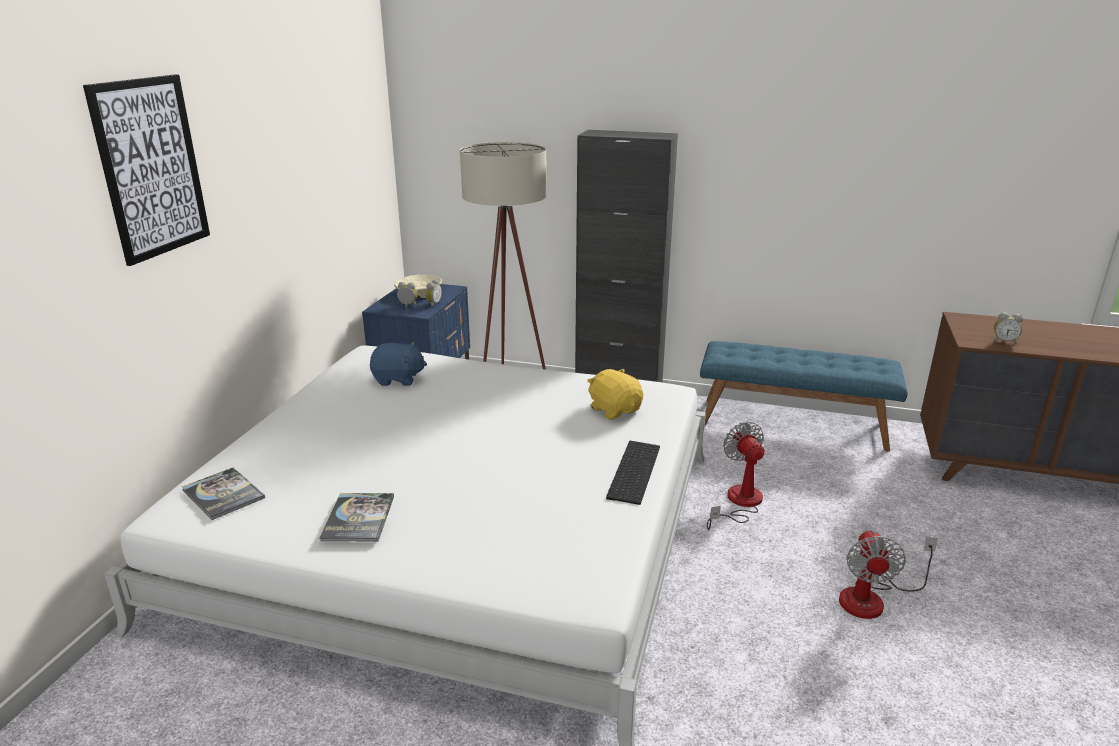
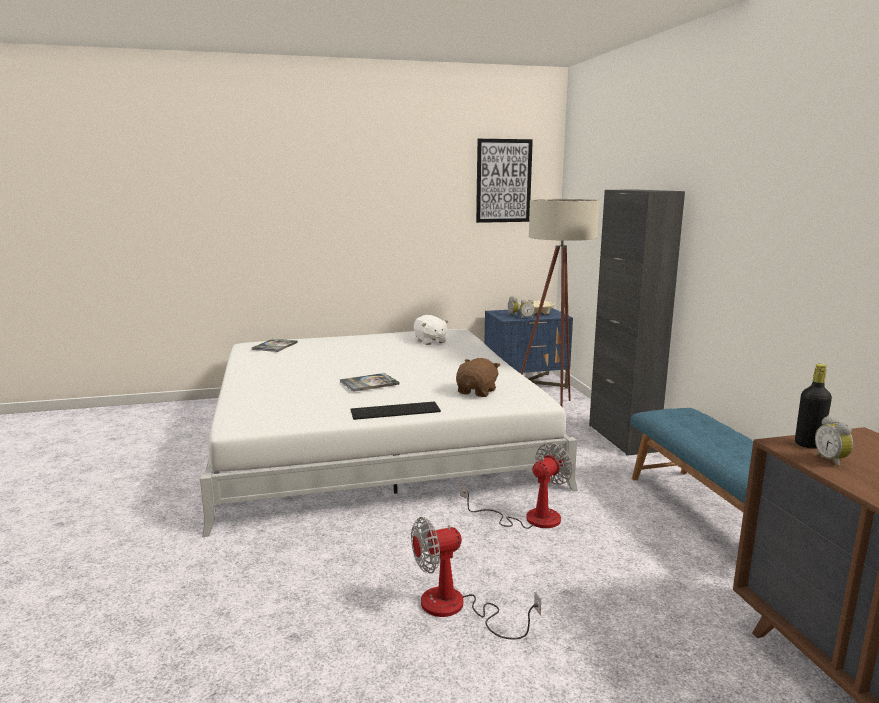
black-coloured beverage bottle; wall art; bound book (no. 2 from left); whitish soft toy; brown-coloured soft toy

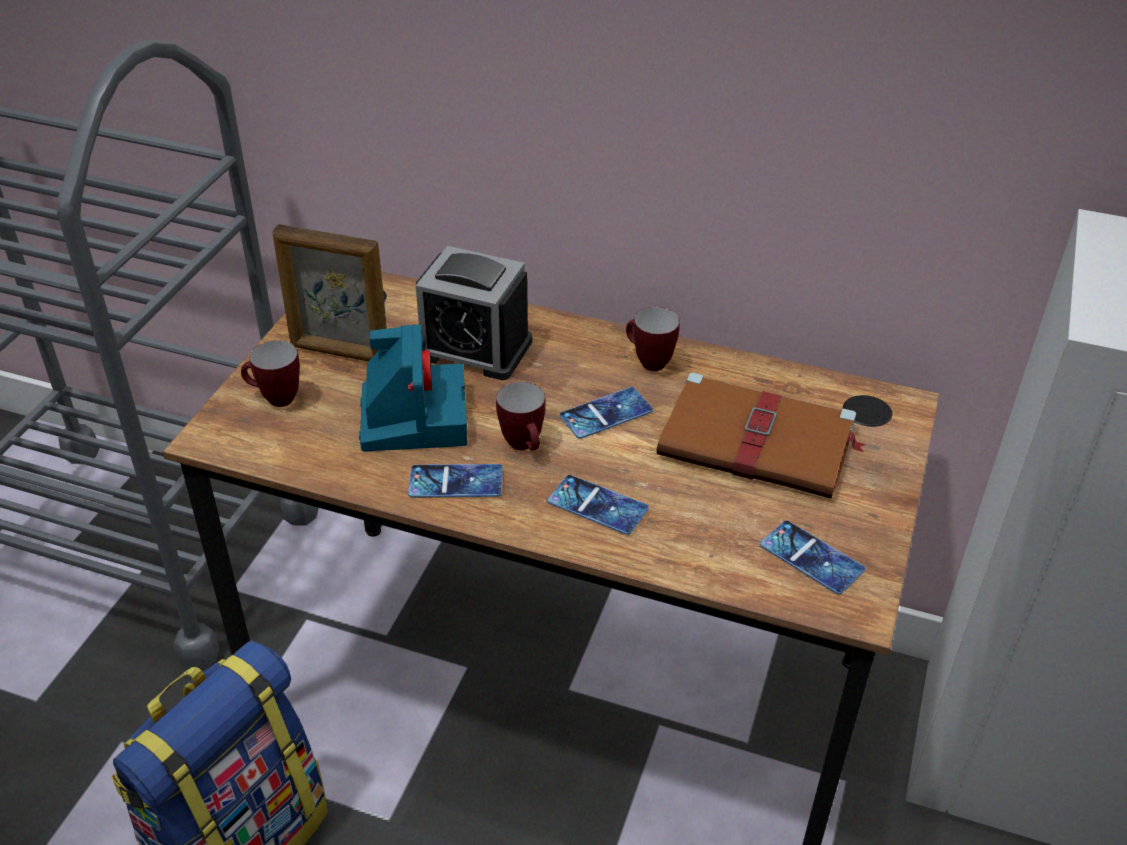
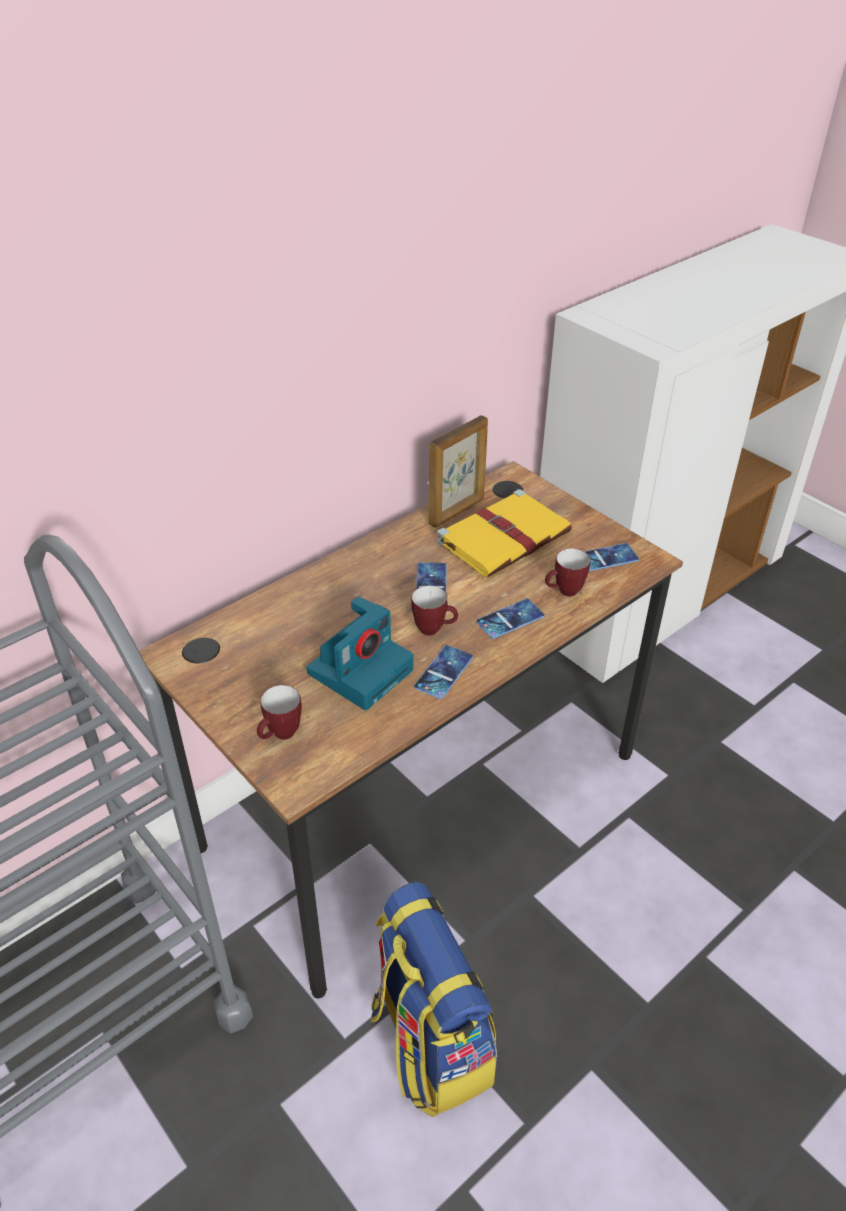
alarm clock; picture frame; tea mug (no. 3 from left); yellow-coloured bound book; still camera

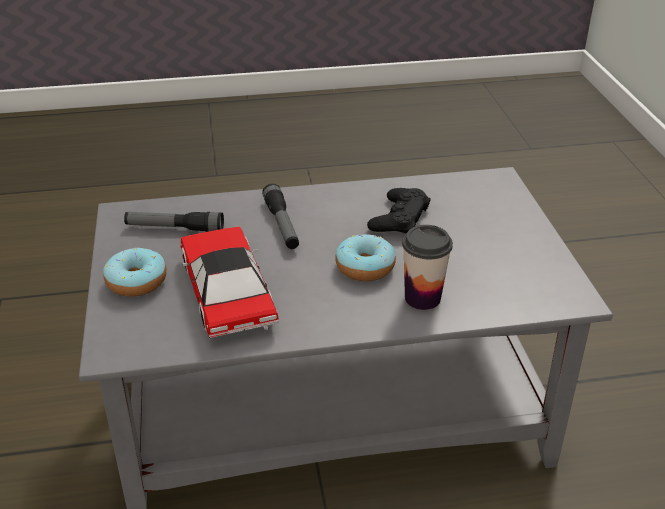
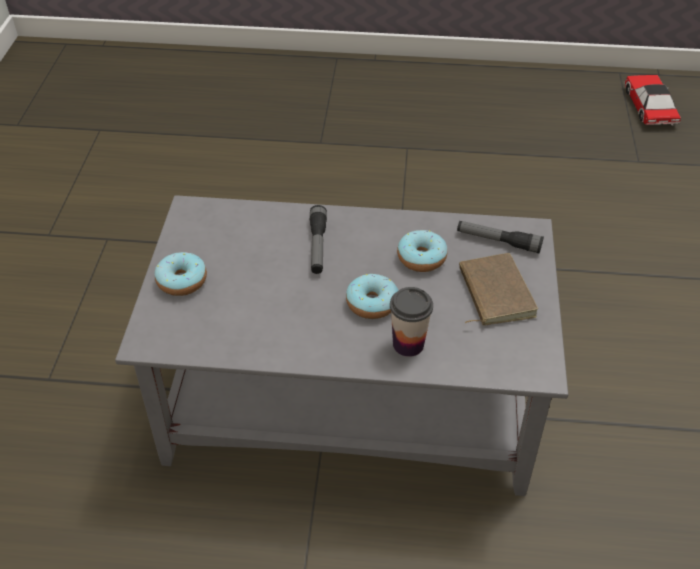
brown-coloured bound book; torch (no. 2 from left); model car; ring doughnut (no. 3 from left)

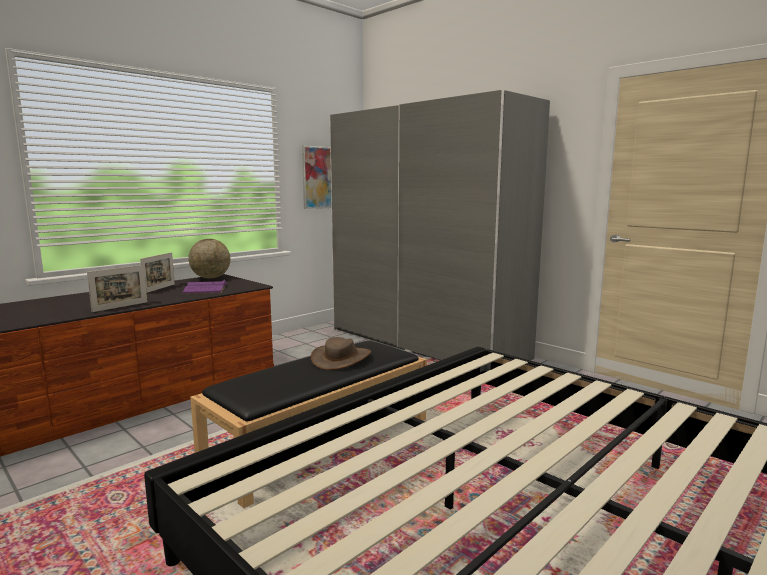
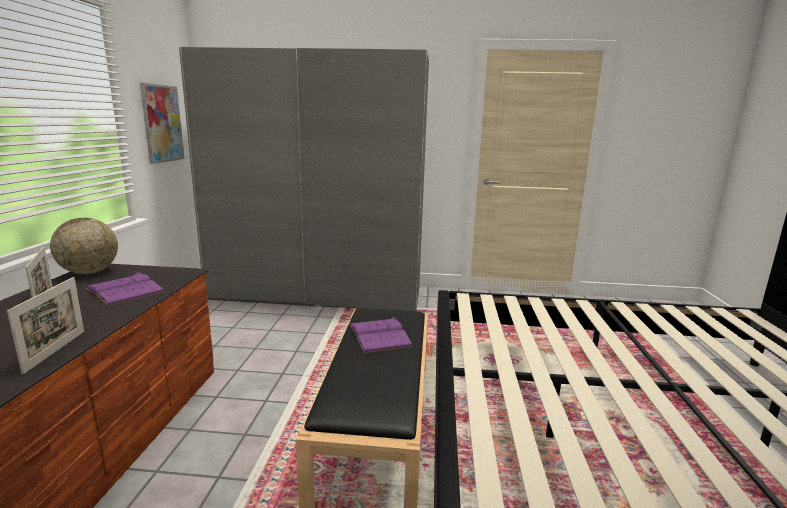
purple-coloured bound book (no. 2 from left)

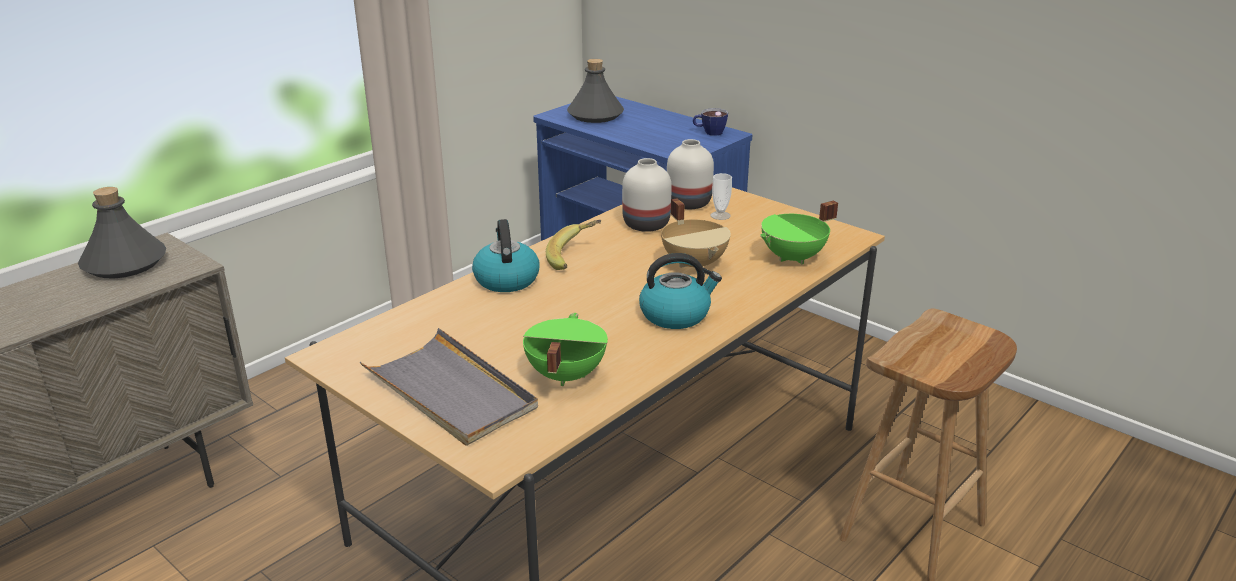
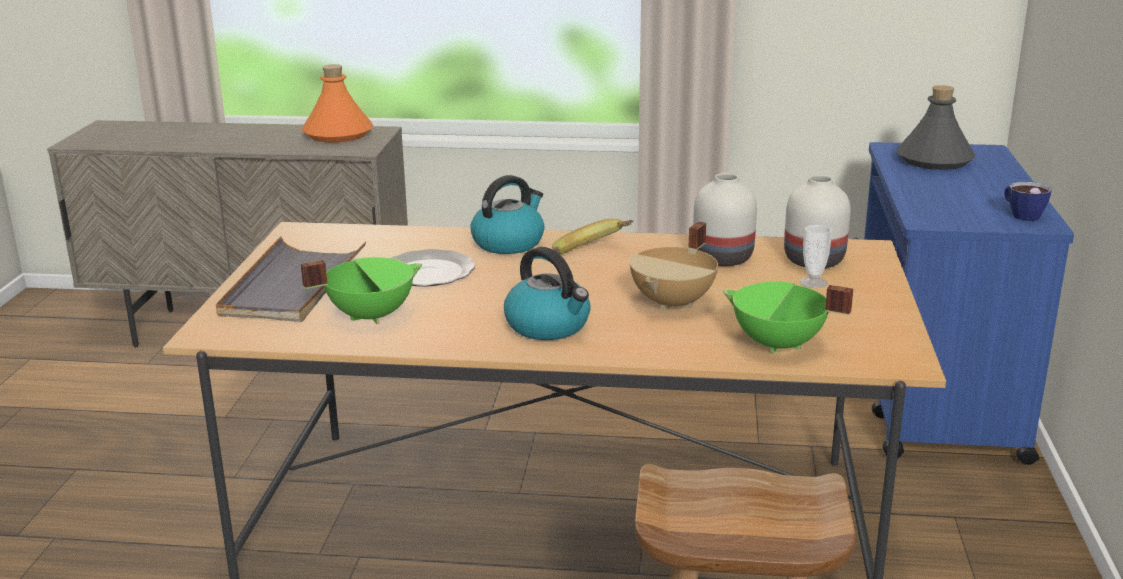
plate; orange-coloured beverage bottle

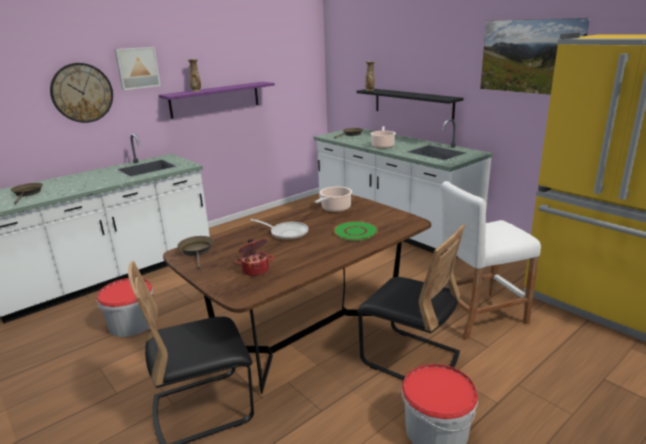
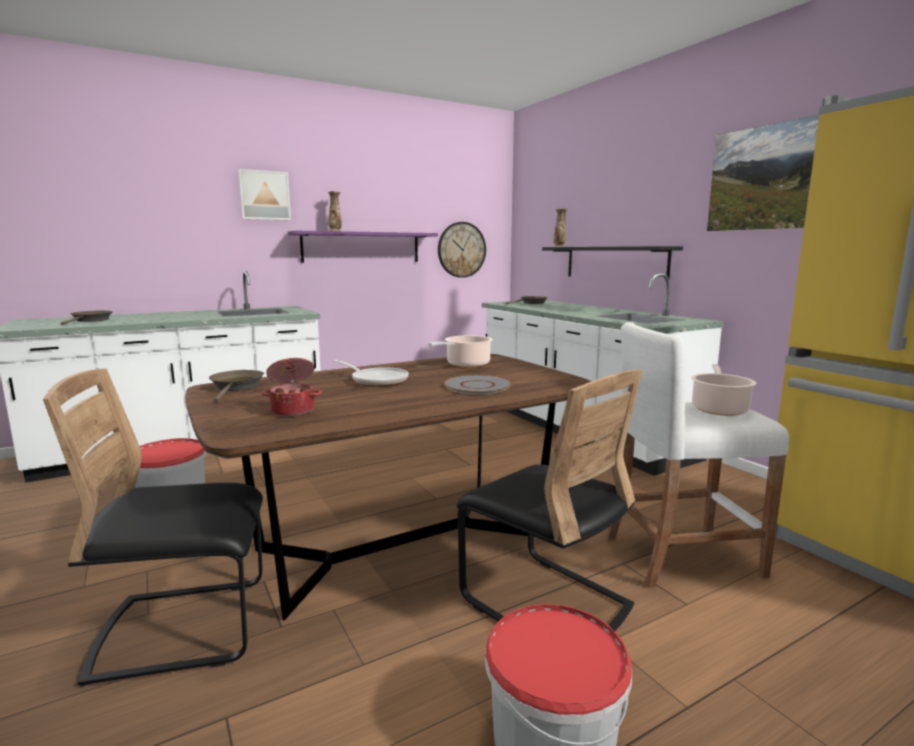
wall clock; cooking pot (no. 3 from left); greyish plate

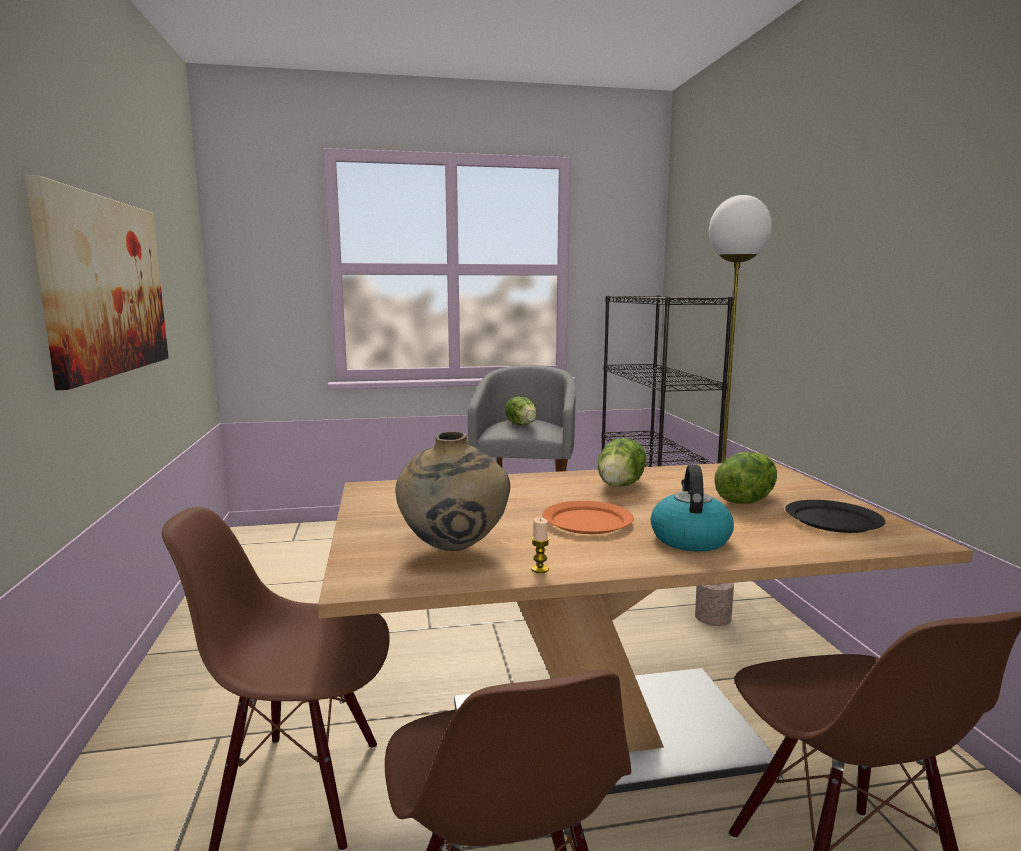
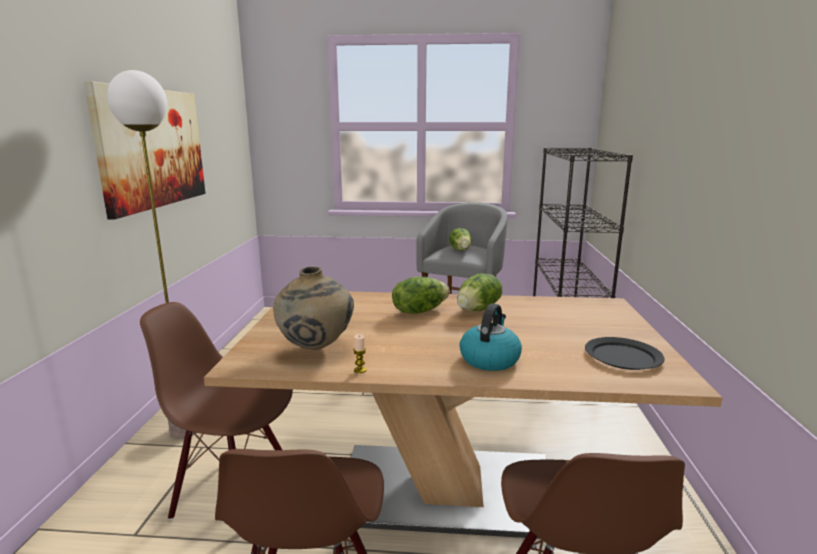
orange-coloured plate; standing lamp; lettuce head (no. 1 from left)

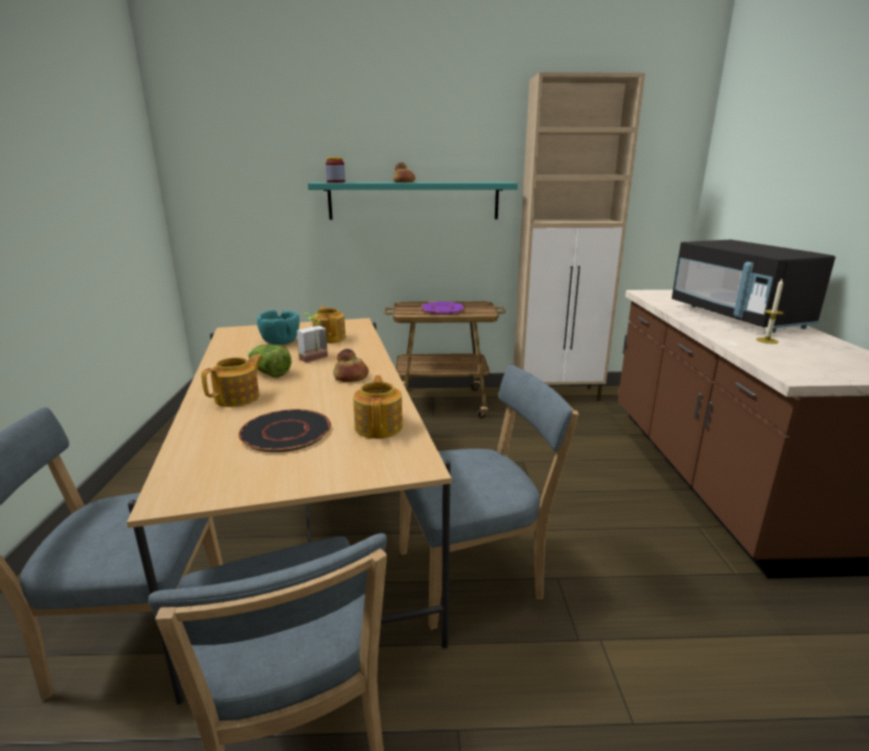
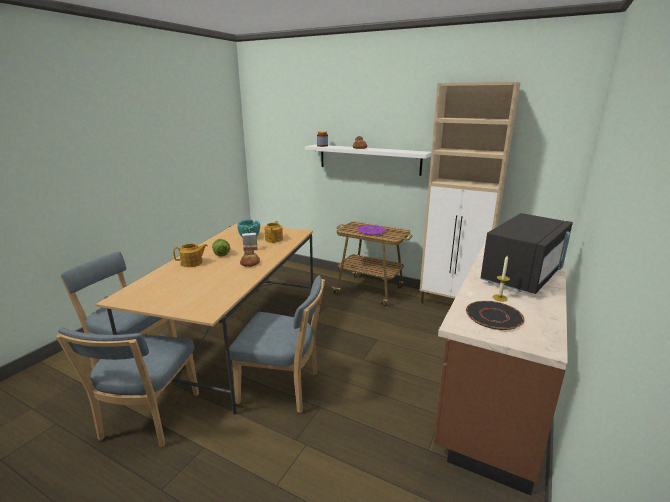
tea pot (no. 3 from left in the first image); black-coloured plate; whitish wall shelf; black-coloured kitchen microwave

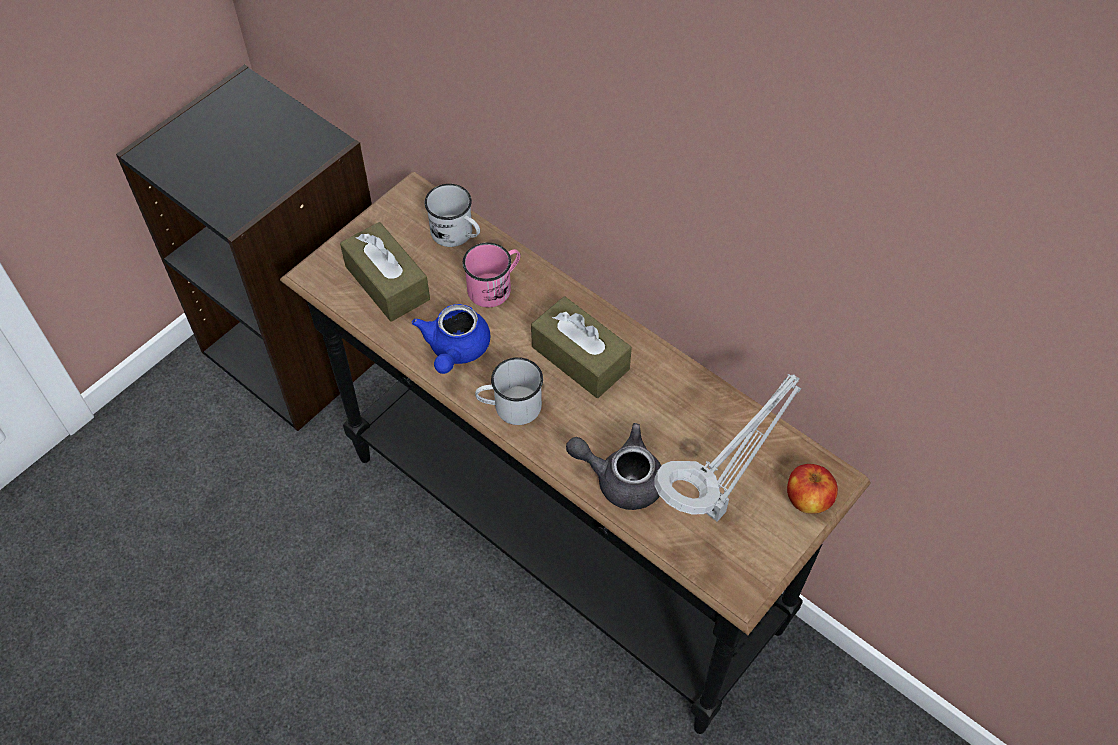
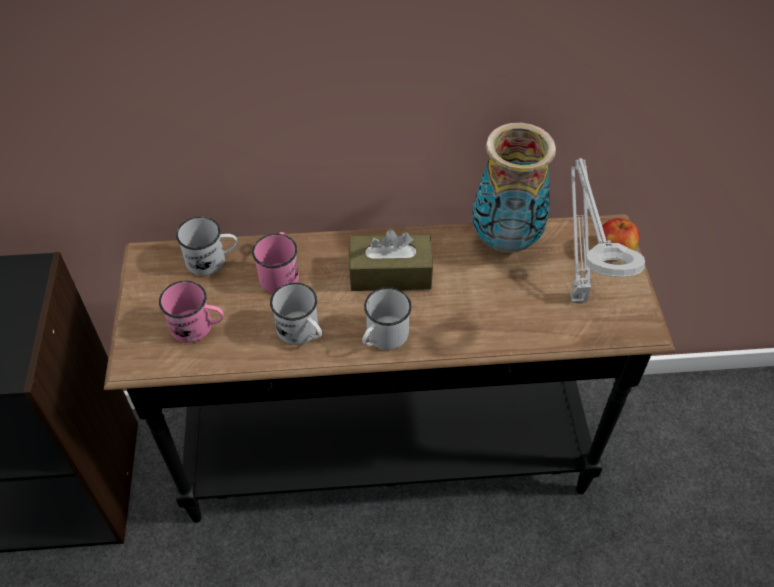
greyish tea pot; vase; pinkish tea mug (no. 1 from left); whitish tea mug (no. 2 from left)

